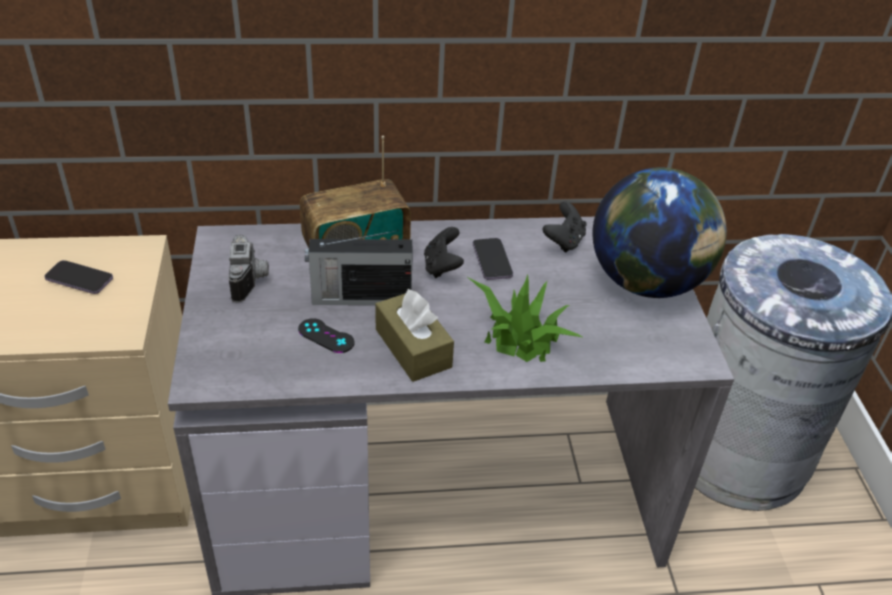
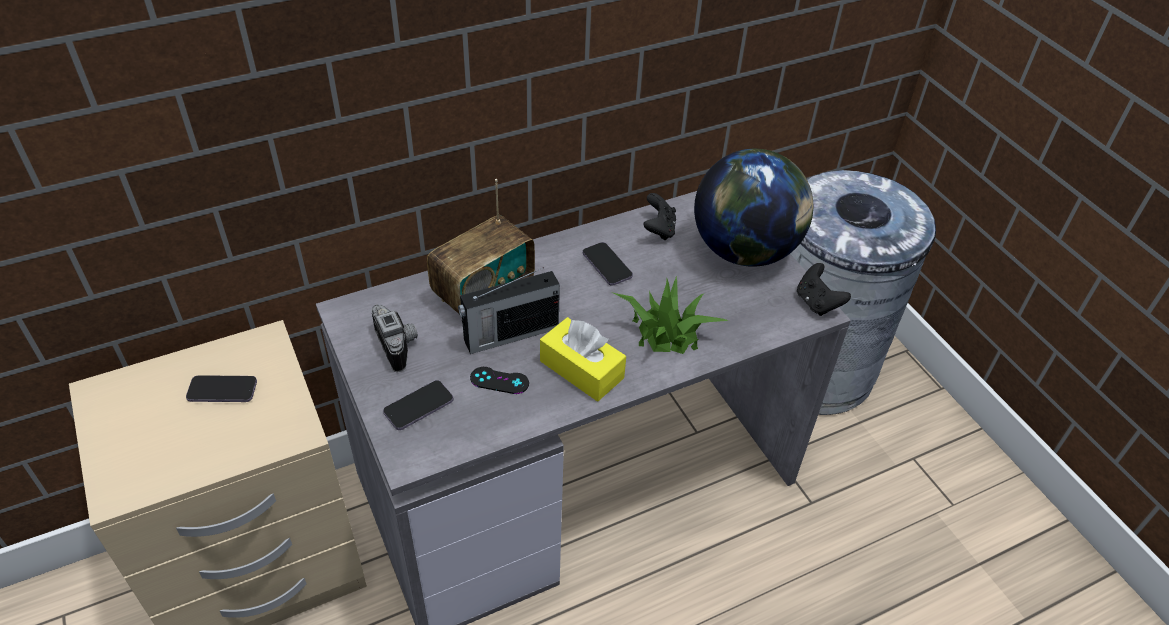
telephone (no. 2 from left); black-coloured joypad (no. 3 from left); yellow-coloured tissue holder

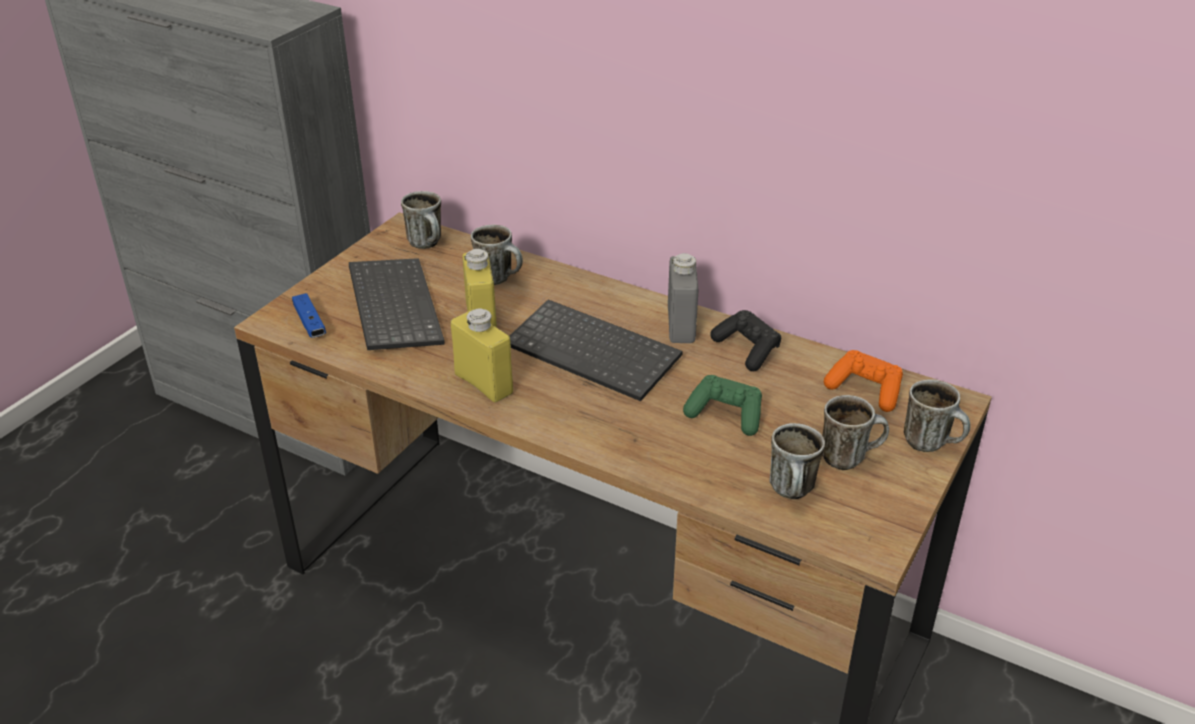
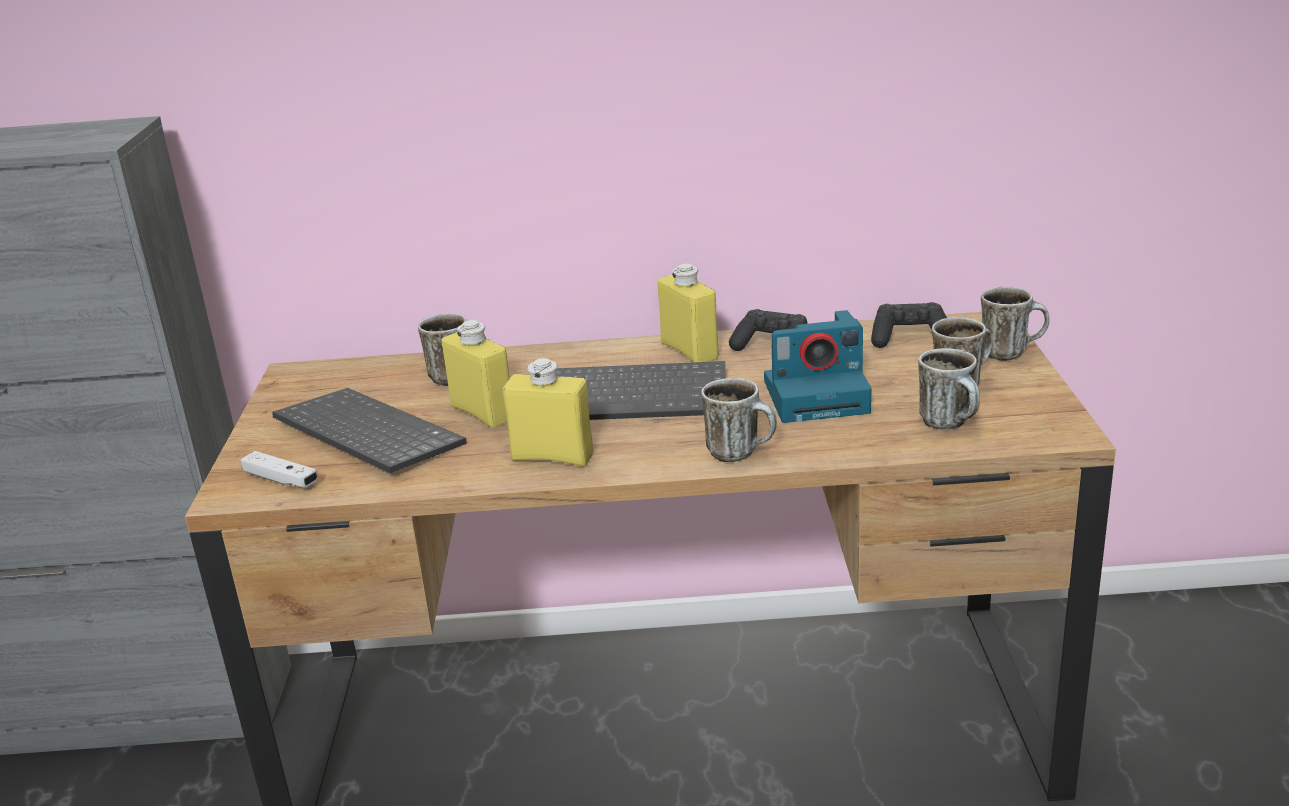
tea mug (no. 2 from left); still camera; whitish joypad; yellow-coloured beverage bottle (no. 3 from left); black-coloured joypad (no. 2 from left)

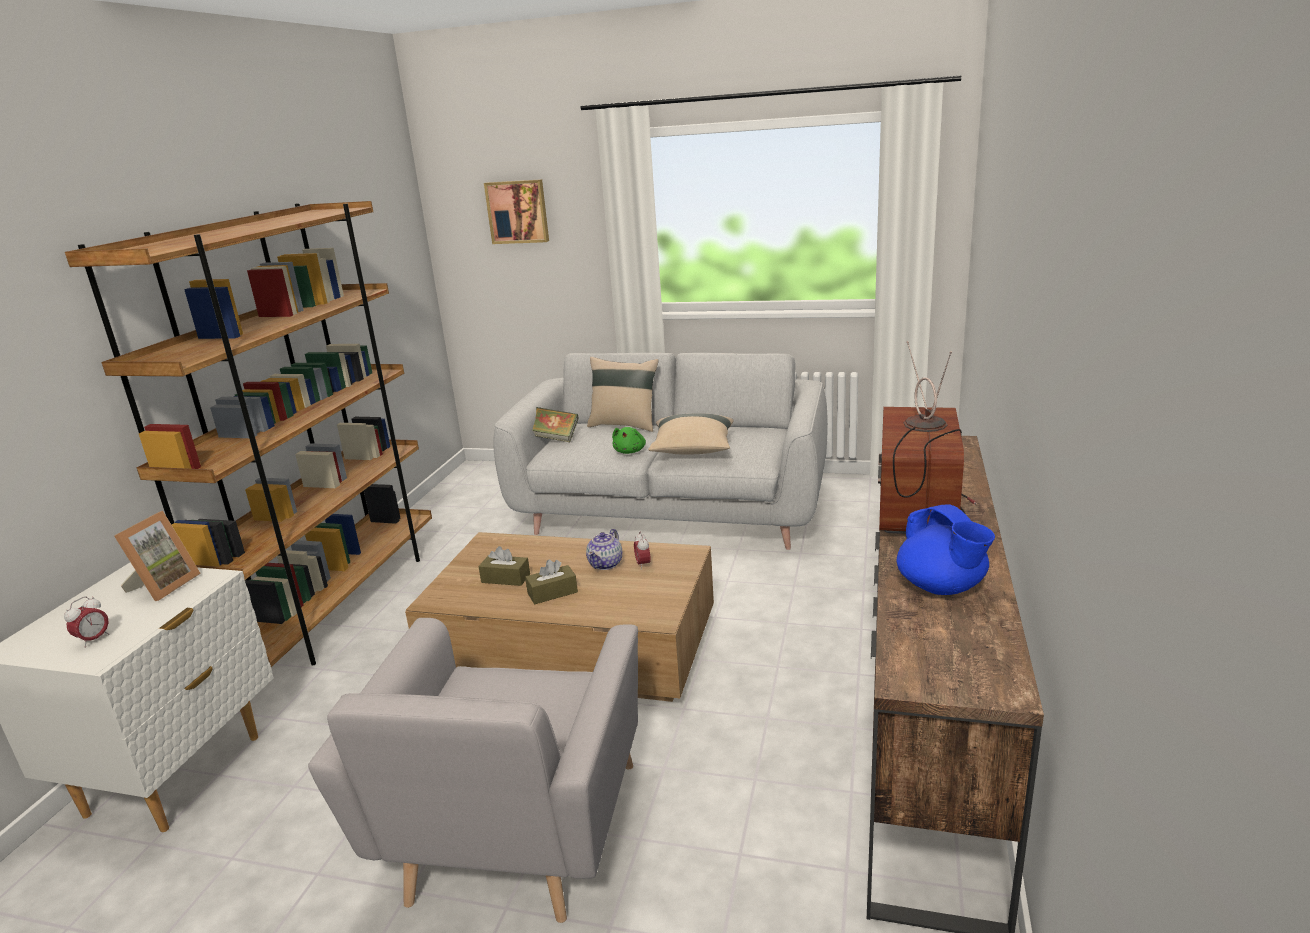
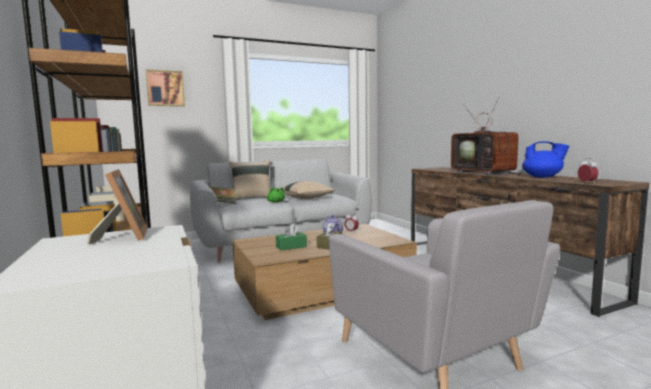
alarm clock (no. 2 from left); green tissue holder

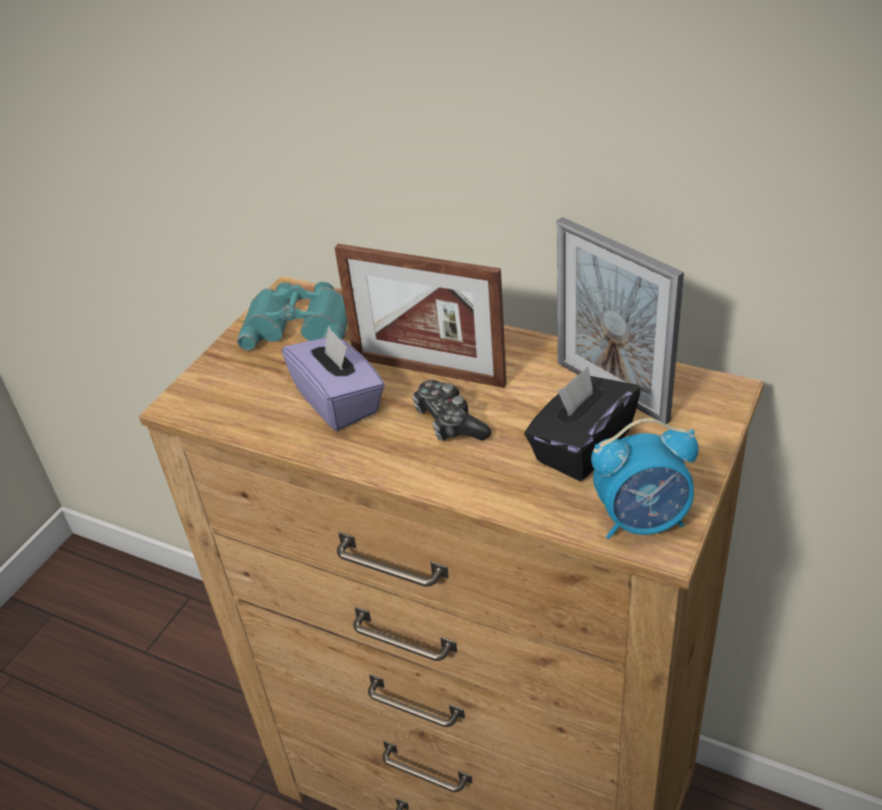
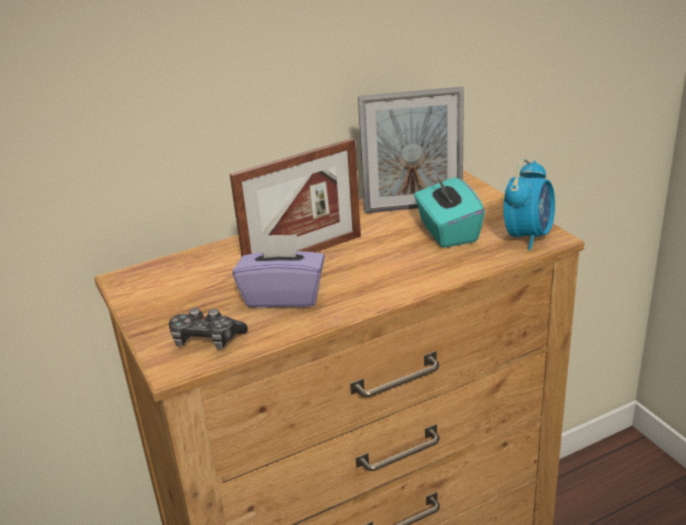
blue-green pair of binoculars; joypad; blue-green tissue holder

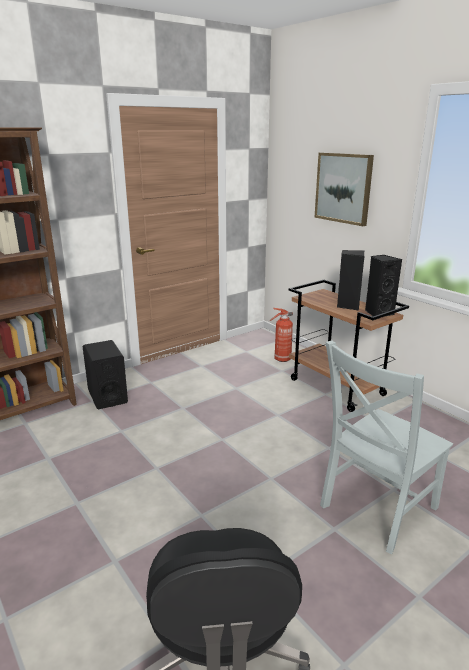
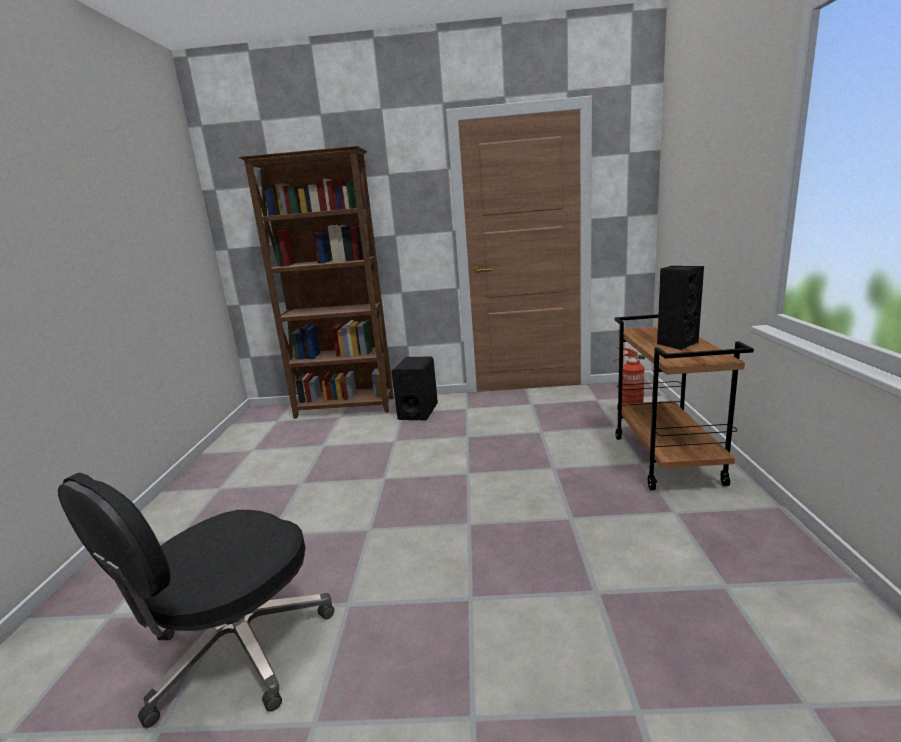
wall art; greyish upright chair; black-coloured audio speaker (no. 3 from left in the first image)

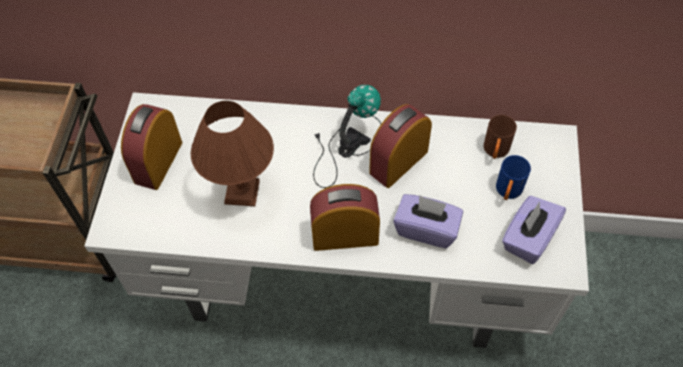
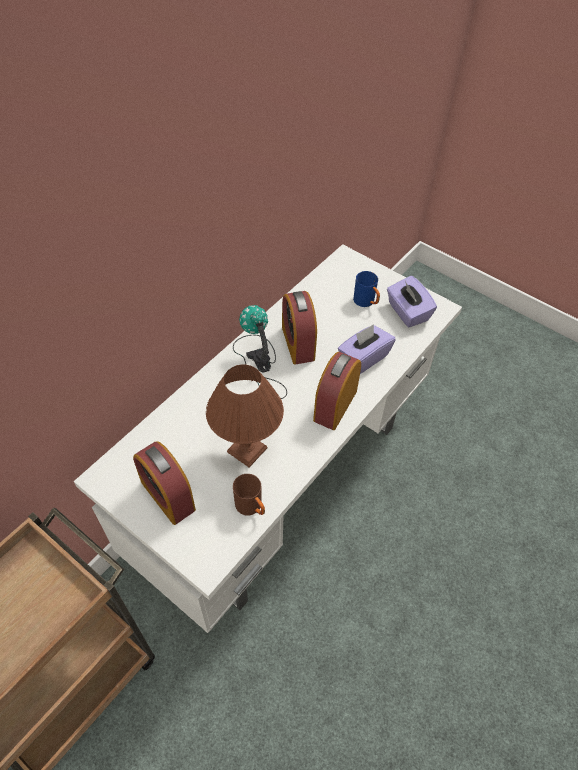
brown-coloured tea mug

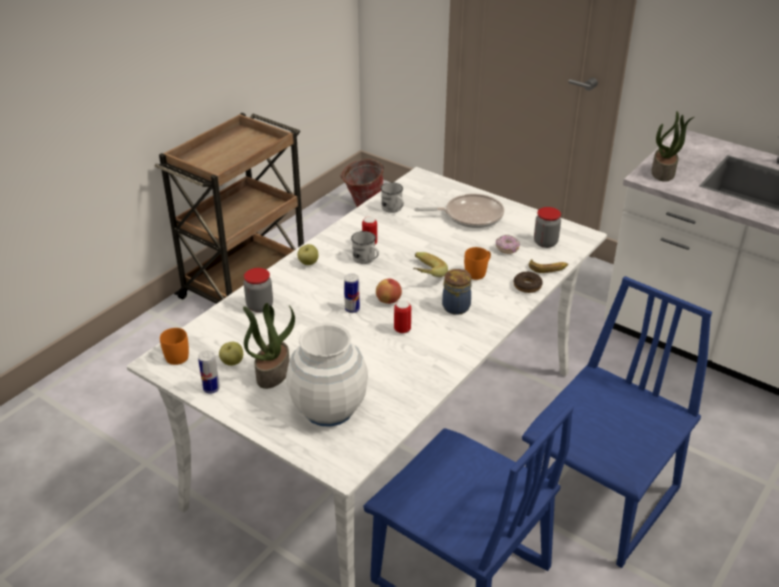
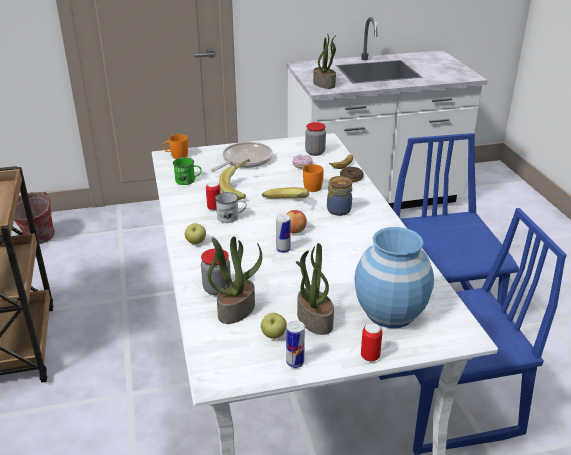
potted plant (no. 1 from left); banana fruit (no. 1 from left); orange-coloured tea mug (no. 1 from left); metal can (no. 4 from left); blue vase; green tea mug

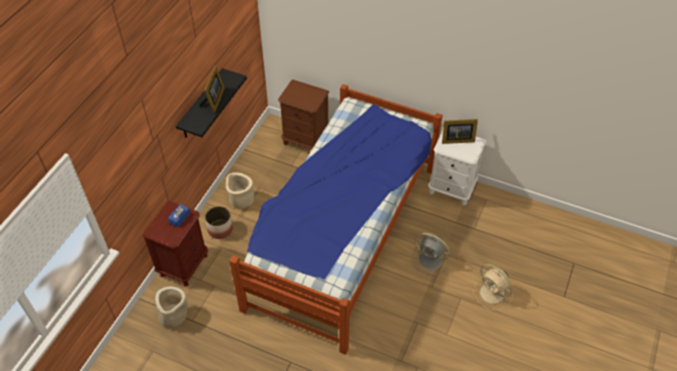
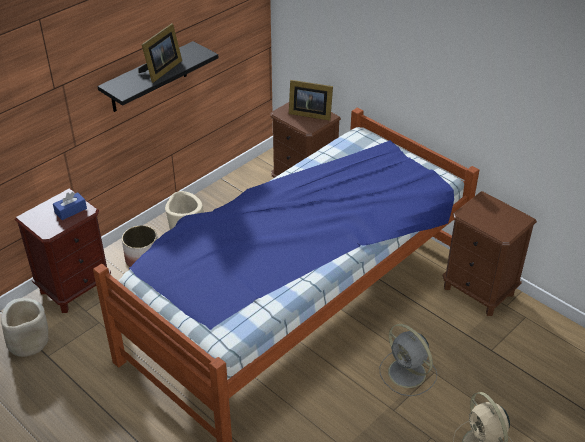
picture frame (no. 2 from left); brown-coloured bedside table (no. 3 from left)

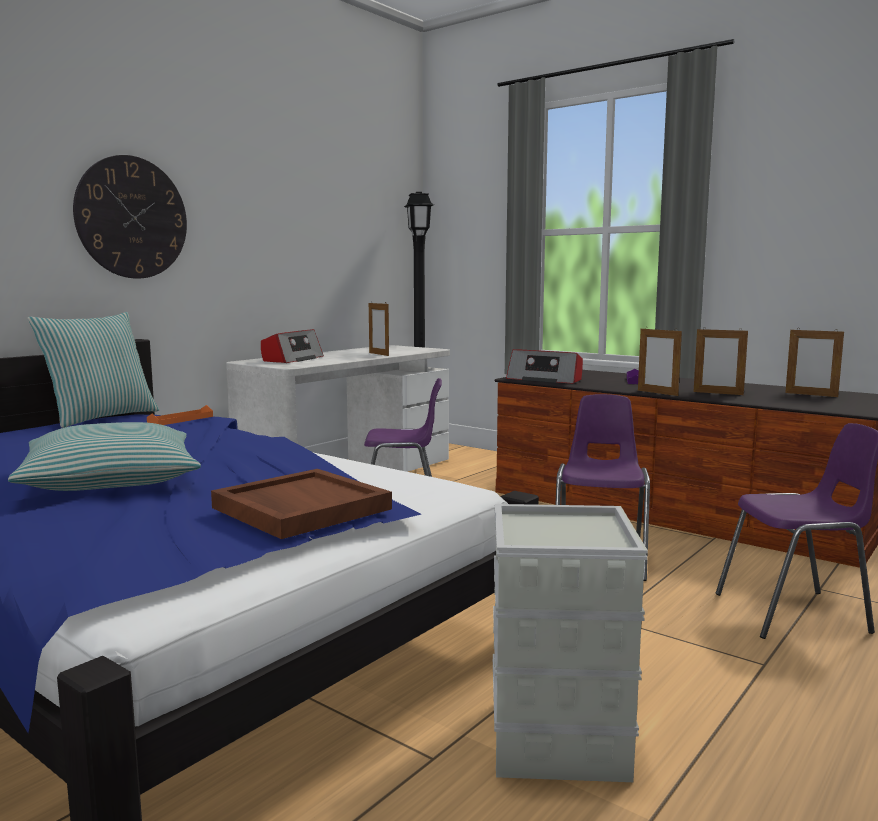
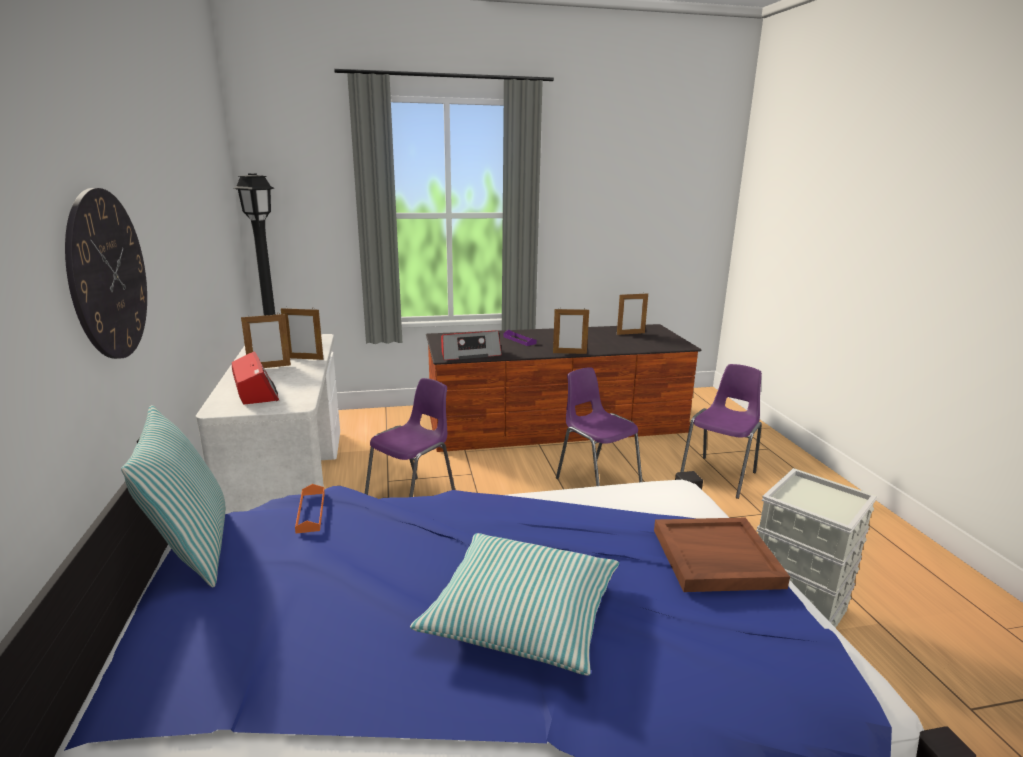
picture frame (no. 1 from left)

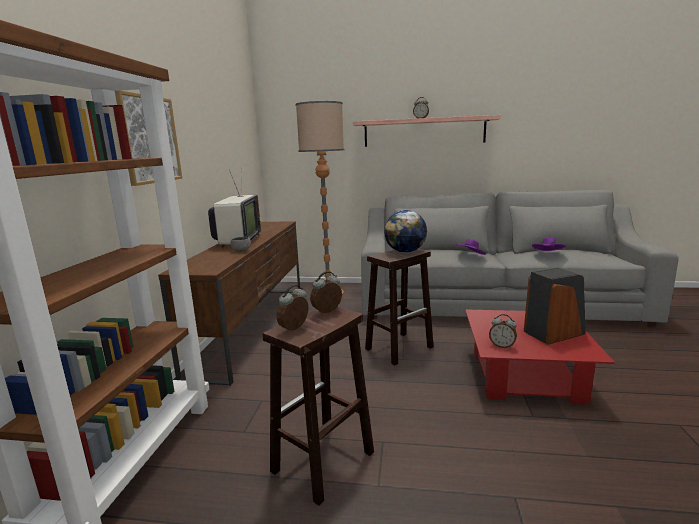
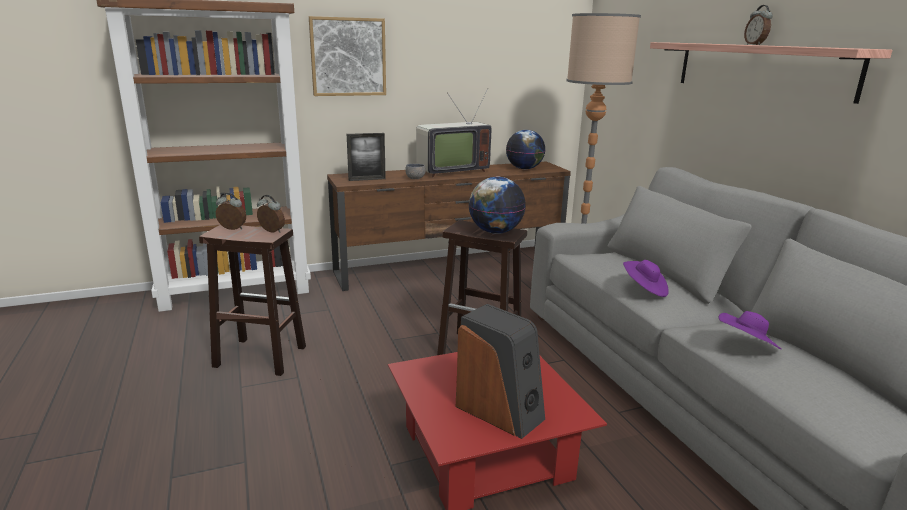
alarm clock (no. 4 from left in the first image); picture frame; globe (no. 2 from left)

